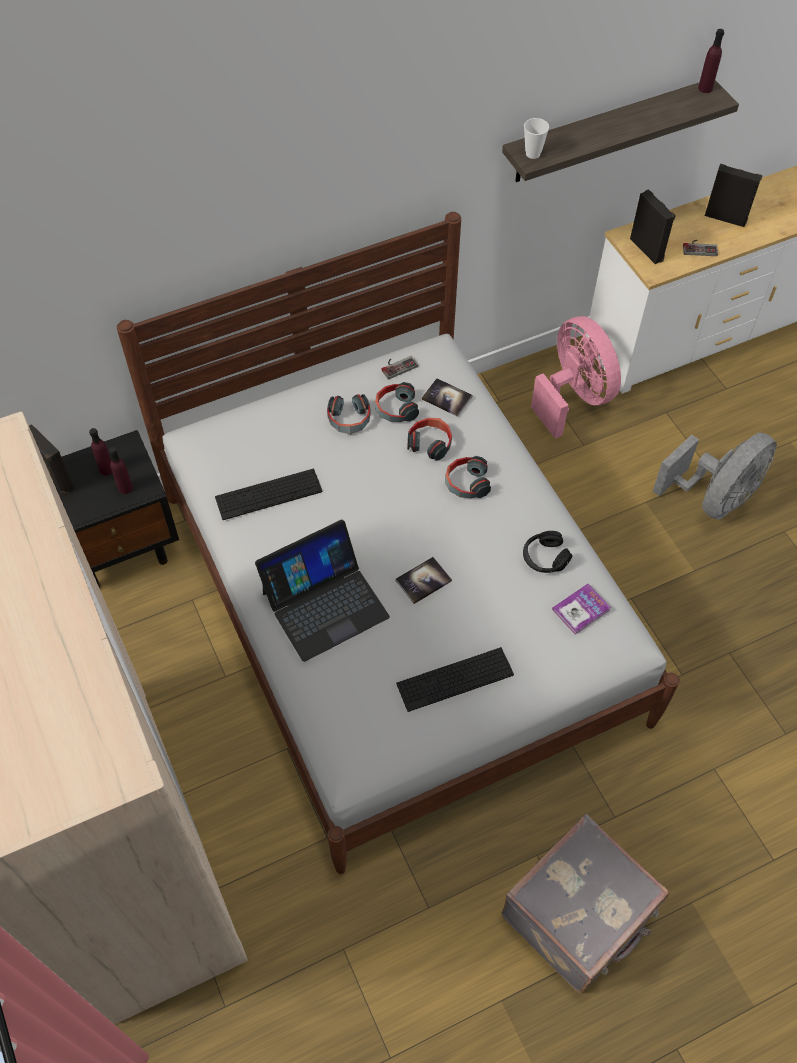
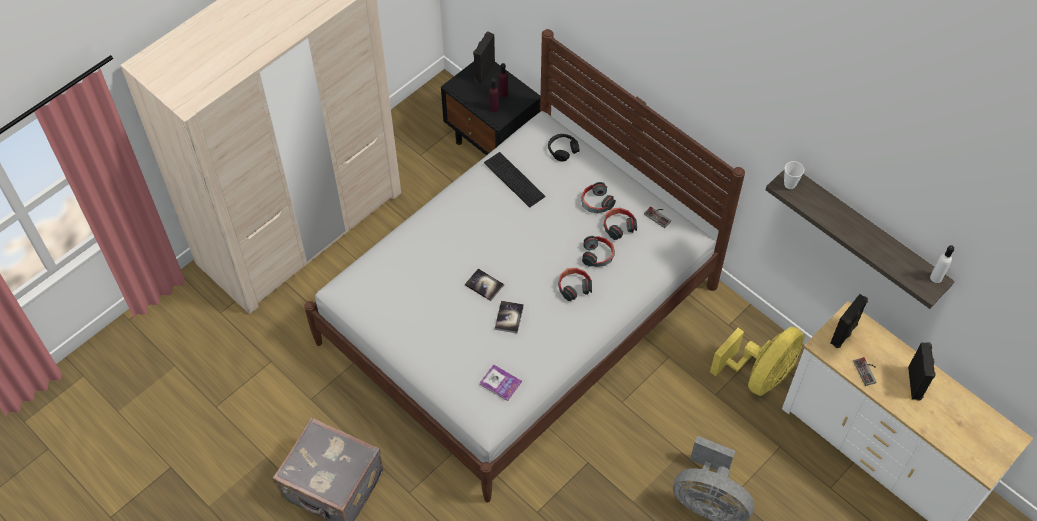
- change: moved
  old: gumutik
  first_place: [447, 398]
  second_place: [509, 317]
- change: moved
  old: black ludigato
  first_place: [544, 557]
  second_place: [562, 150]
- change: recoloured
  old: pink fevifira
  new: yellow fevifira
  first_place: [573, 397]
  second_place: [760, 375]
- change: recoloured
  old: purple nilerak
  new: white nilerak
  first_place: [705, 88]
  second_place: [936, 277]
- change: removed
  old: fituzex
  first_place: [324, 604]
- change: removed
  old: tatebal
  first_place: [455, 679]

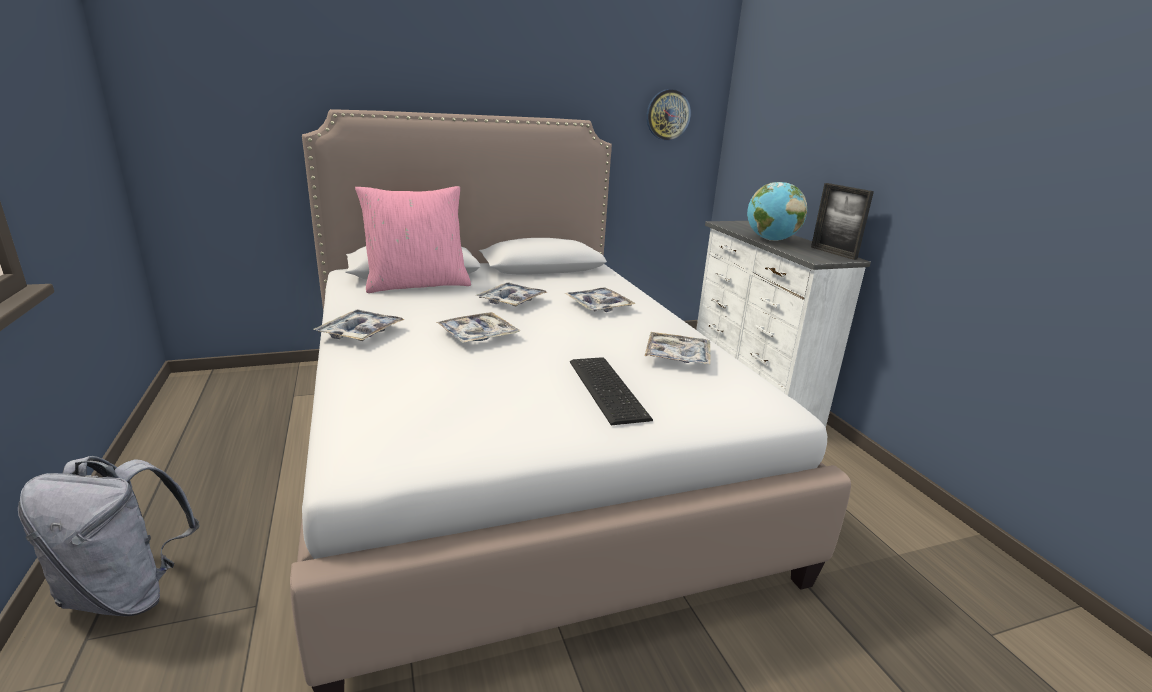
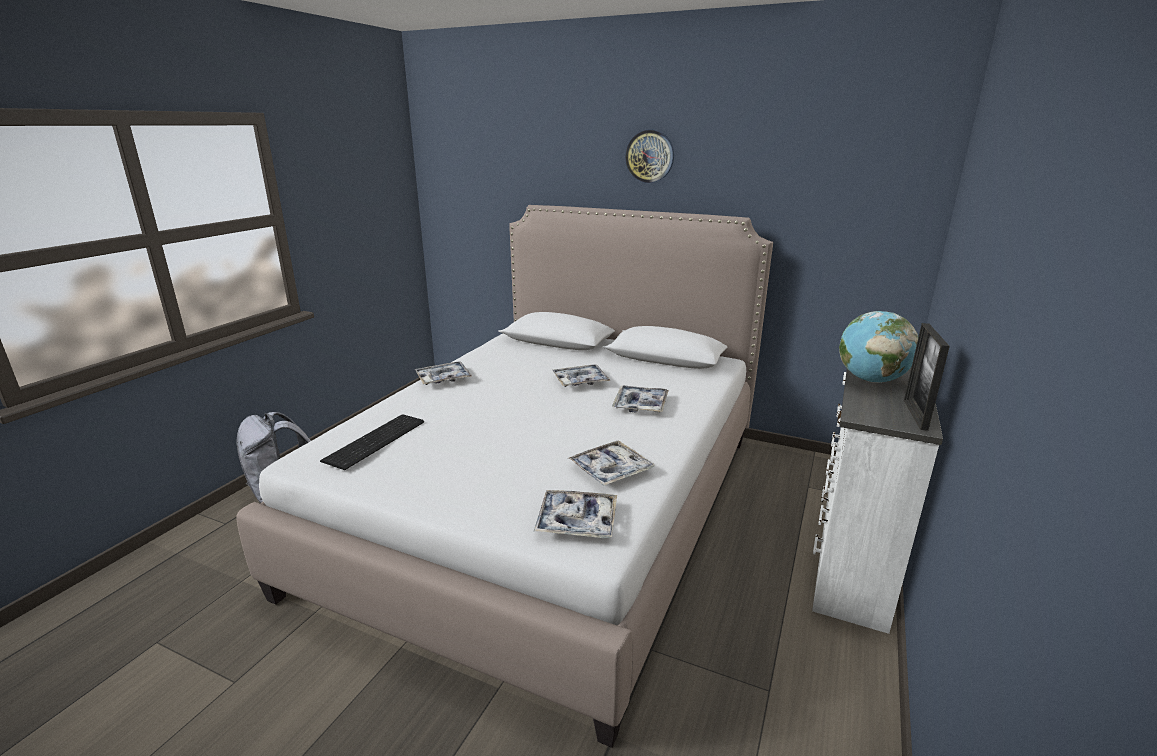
- change: moved
  old: tatebal
  first_place: [609, 388]
  second_place: [377, 440]
- change: moved
  old: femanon
  first_place: [478, 335]
  second_place: [576, 521]
- change: moved
  old: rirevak
  first_place: [668, 115]
  second_place: [649, 156]
- change: removed
  old: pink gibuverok
  first_place: [417, 284]

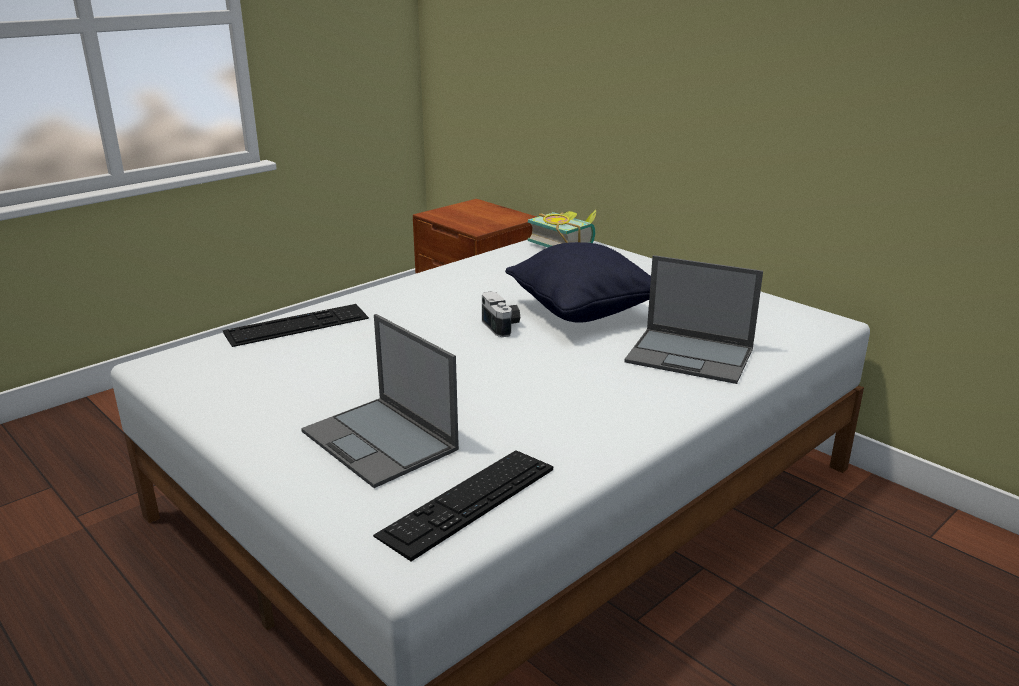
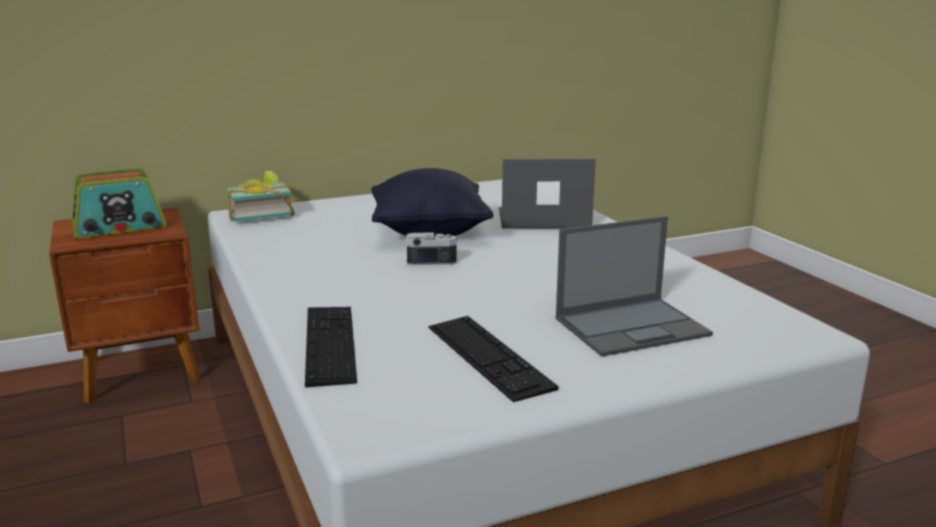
- change: added
  new: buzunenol
  second_place: [119, 226]
- change: moved
  old: tatebal
  first_place: [468, 501]
  second_place: [488, 356]
- change: turned
  old: fituzex
  first_place: [691, 356]
  second_place: [542, 219]
  degrees: -135

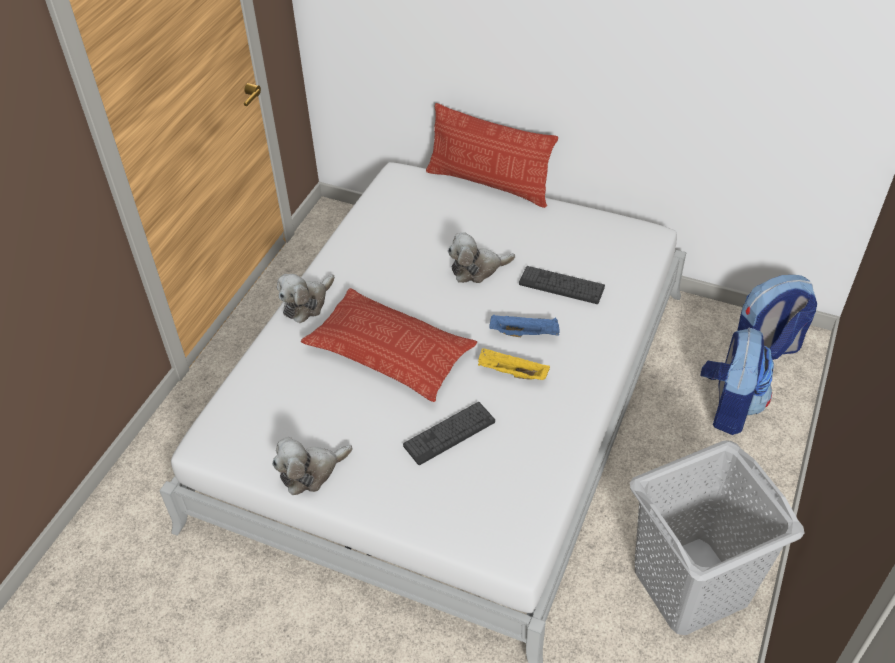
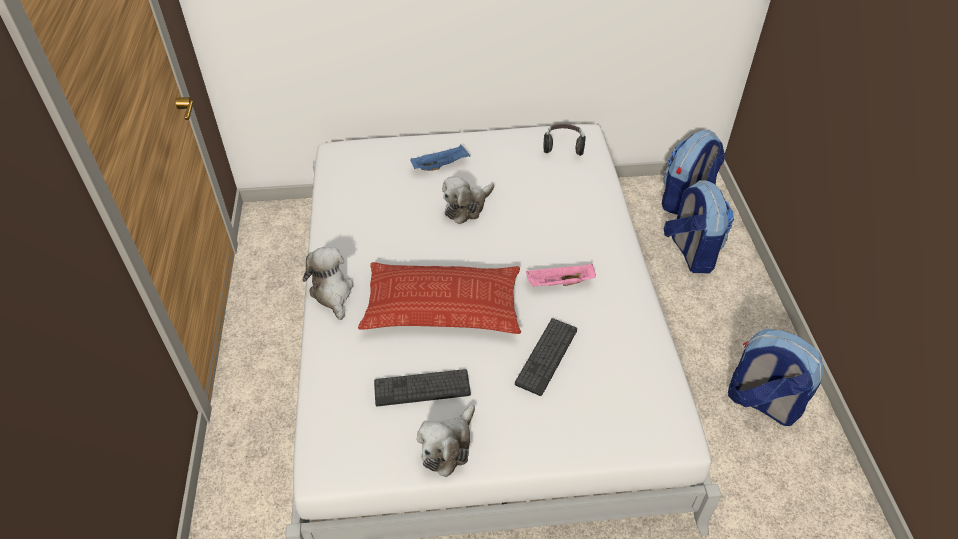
- change: turned
  old: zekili
  first_place: [307, 303]
  second_place: [332, 293]
  degrees: 150
- change: moved
  old: tatebal
  first_place: [561, 285]
  second_place: [422, 388]
- change: moved
  old: blue femanon
  first_place: [525, 333]
  second_place: [441, 165]
- change: recoloured
  old: yellow femanon
  new: pink femanon
  first_place: [511, 373]
  second_place: [559, 283]
- change: added
  new: ludigato
  second_place: [563, 146]
- change: replaced
  old: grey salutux
  new: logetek
  first_place: [689, 585]
  second_place: [761, 402]
- change: removed
  old: gibuverok
  first_place: [489, 184]

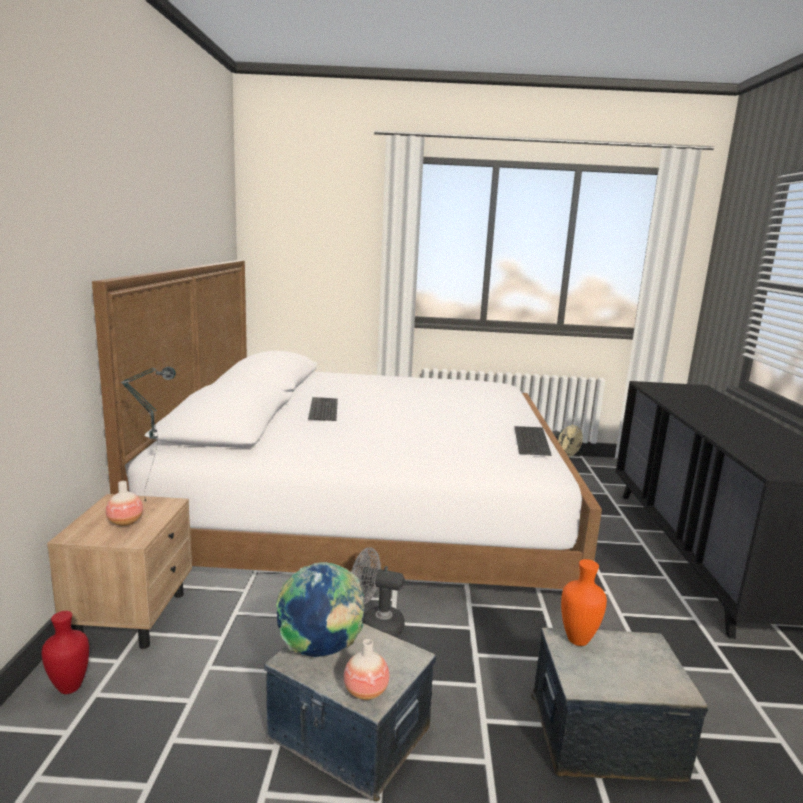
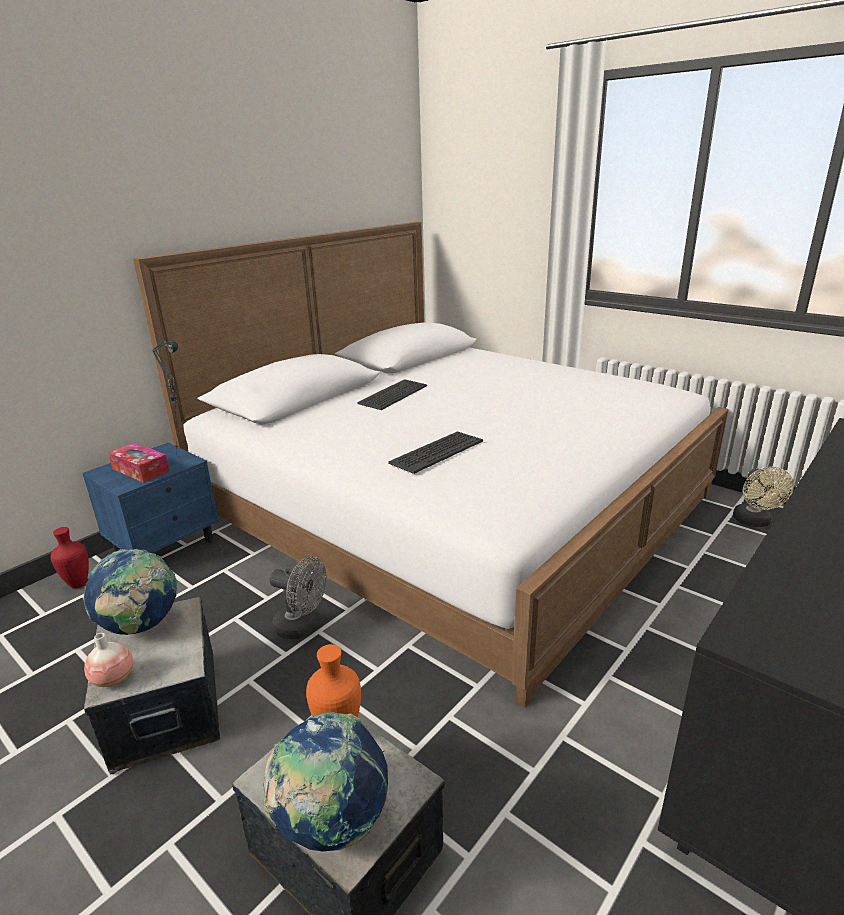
- change: recoloured
  old: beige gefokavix
  new: blue gefokavix
  first_place: [133, 615]
  second_place: [166, 546]
- change: replaced
  old: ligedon
  new: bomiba
  first_place: [125, 522]
  second_place: [140, 470]
- change: added
  new: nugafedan
  second_place: [332, 822]
- change: turned
  old: grey fevifira
  first_place: [375, 625]
  second_place: [302, 627]
  degrees: 150
- change: moved
  old: tatebal
  first_place: [530, 441]
  second_place: [436, 452]

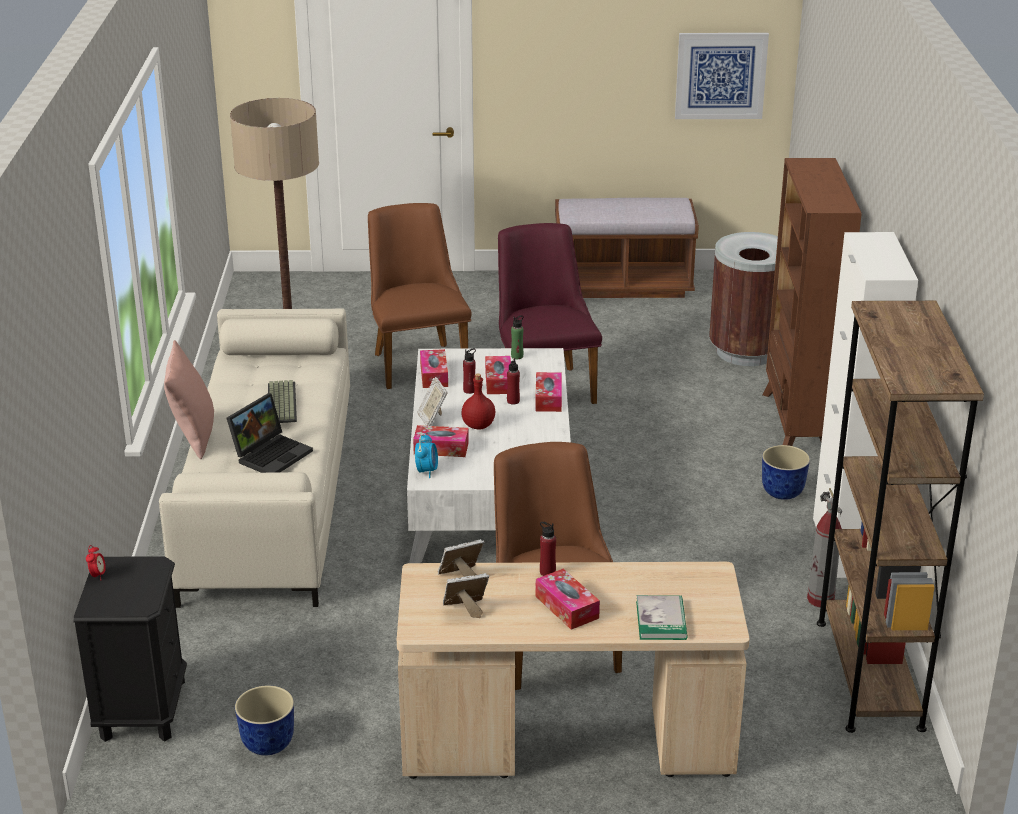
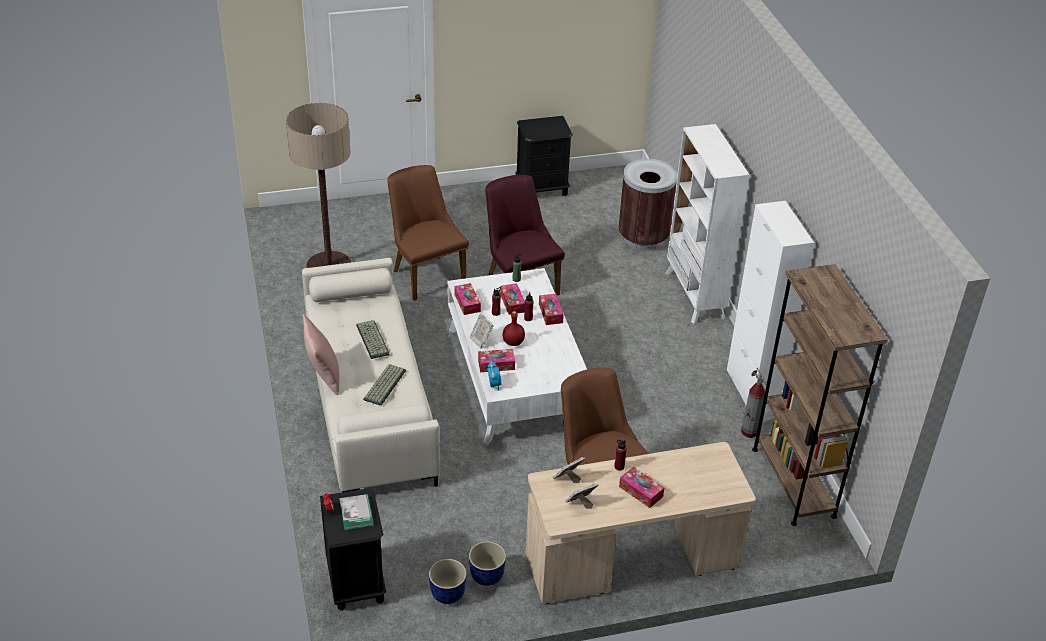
- change: moved
  old: gumutik
  first_place: [661, 620]
  second_place: [356, 513]
- change: replaced
  old: fituzex
  new: tatebal
  first_place: [271, 454]
  second_place: [384, 384]
- change: moved
  old: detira
  first_place: [783, 493]
  second_place: [487, 577]
- change: replaced
  old: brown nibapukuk
  new: black gefokavix
  first_place: [622, 285]
  second_place: [542, 189]
- change: recoloured
  old: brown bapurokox
  new: white bapurokox
  first_place: [796, 424]
  second_place: [694, 295]
- change: removed
  old: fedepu
  first_place: [720, 75]

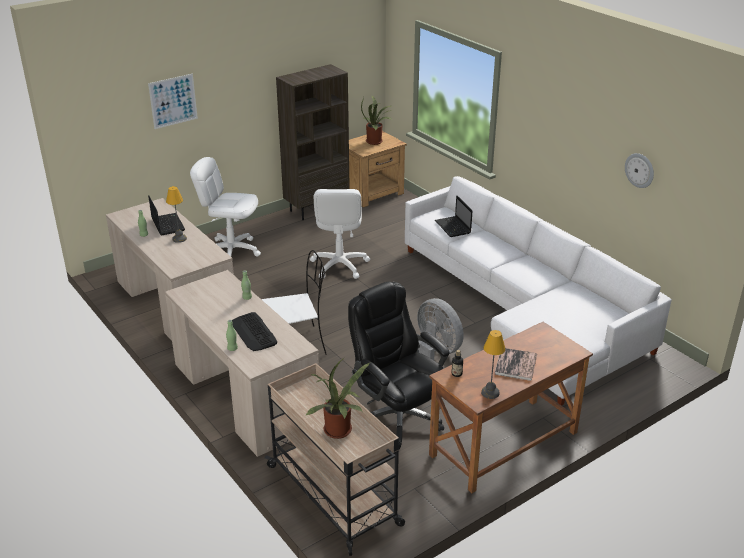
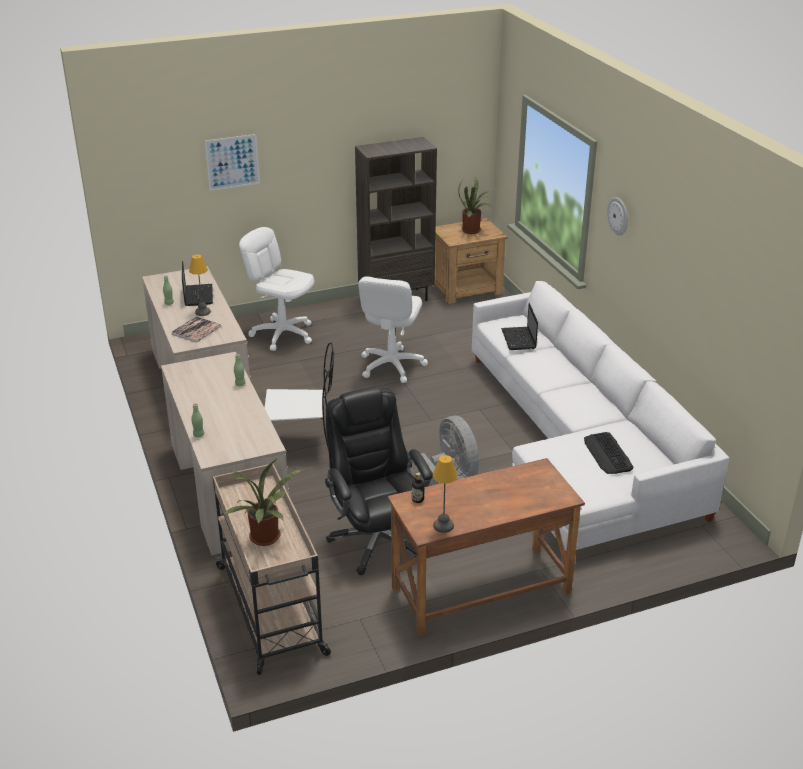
- change: moved
  old: gumutik
  first_place: [516, 365]
  second_place: [196, 330]
- change: moved
  old: tatebal
  first_place: [254, 332]
  second_place: [607, 454]
- change: moved
  old: rirevak
  first_place: [639, 170]
  second_place: [618, 216]

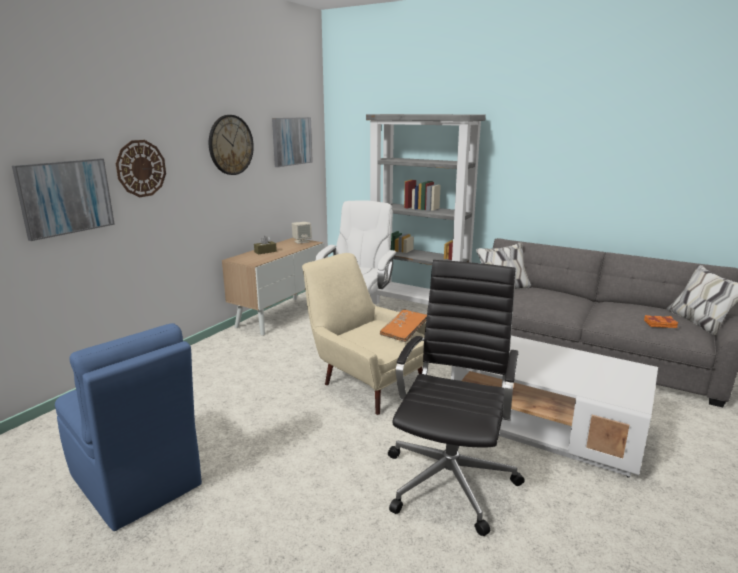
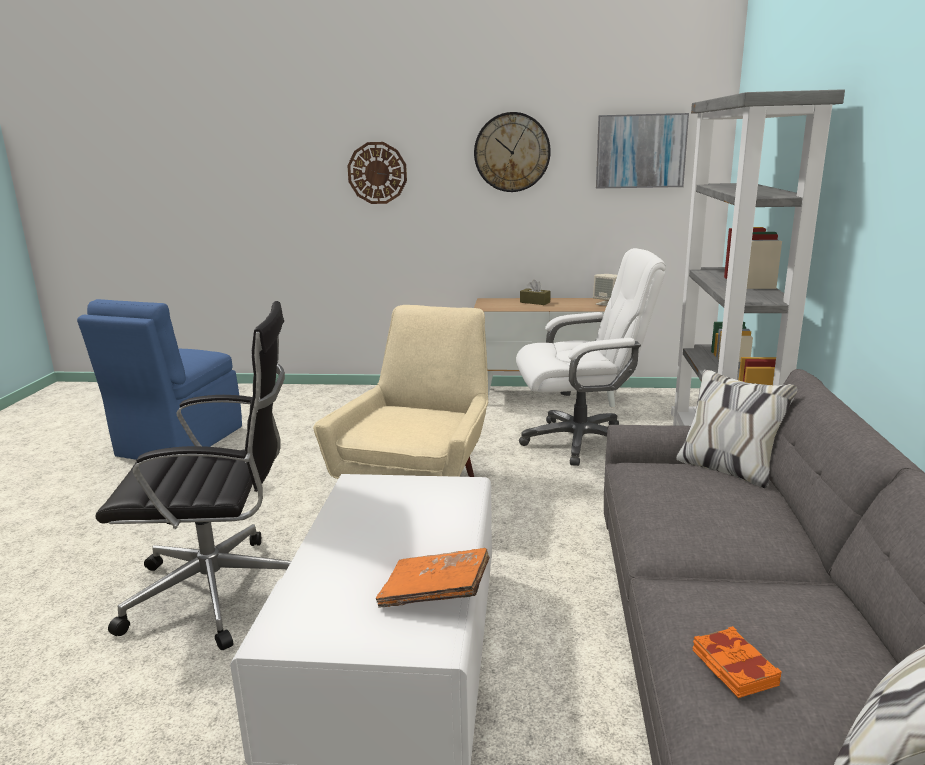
- change: moved
  old: orange gumutik
  first_place: [404, 332]
  second_place: [435, 593]
- change: removed
  old: fedepu
  first_place: [66, 197]

